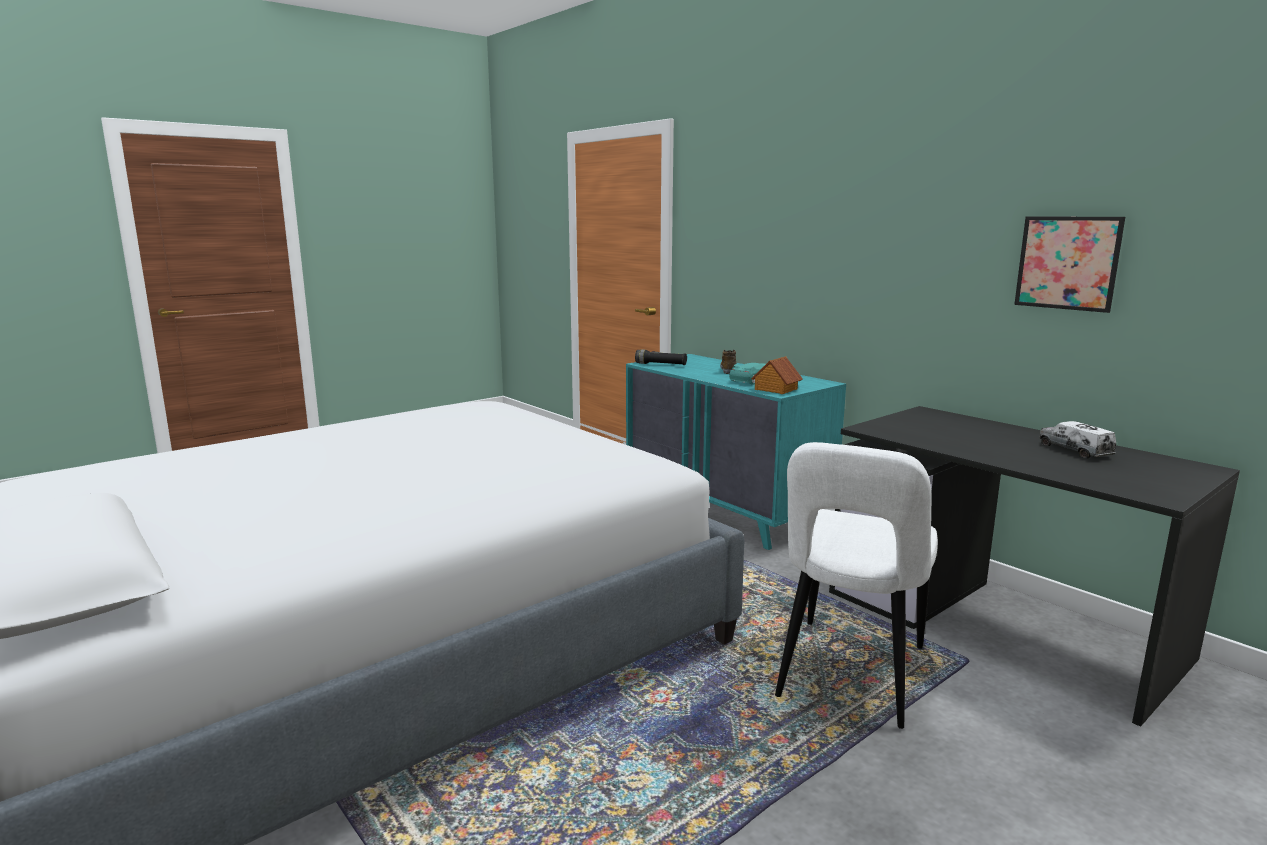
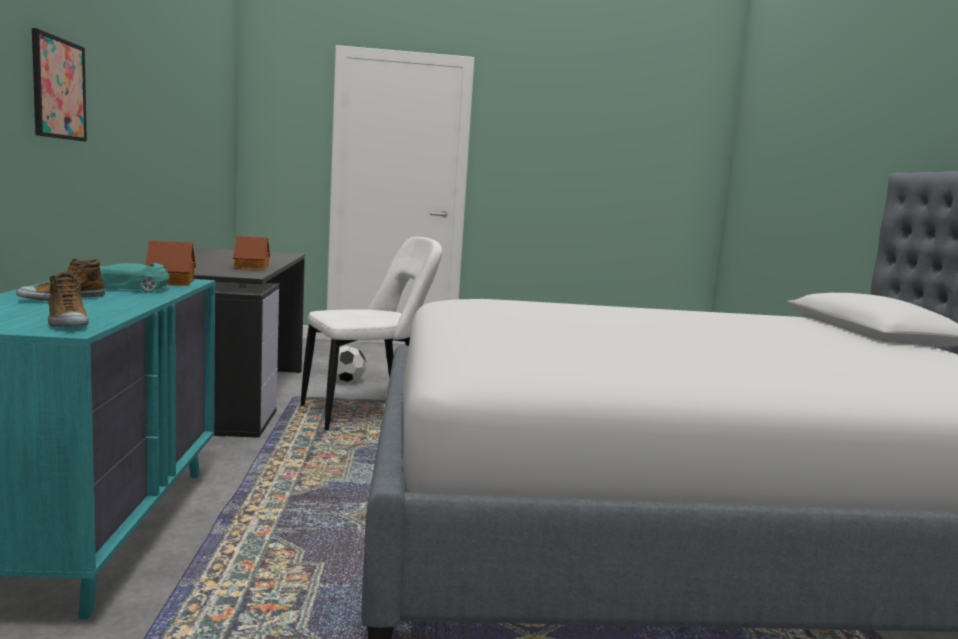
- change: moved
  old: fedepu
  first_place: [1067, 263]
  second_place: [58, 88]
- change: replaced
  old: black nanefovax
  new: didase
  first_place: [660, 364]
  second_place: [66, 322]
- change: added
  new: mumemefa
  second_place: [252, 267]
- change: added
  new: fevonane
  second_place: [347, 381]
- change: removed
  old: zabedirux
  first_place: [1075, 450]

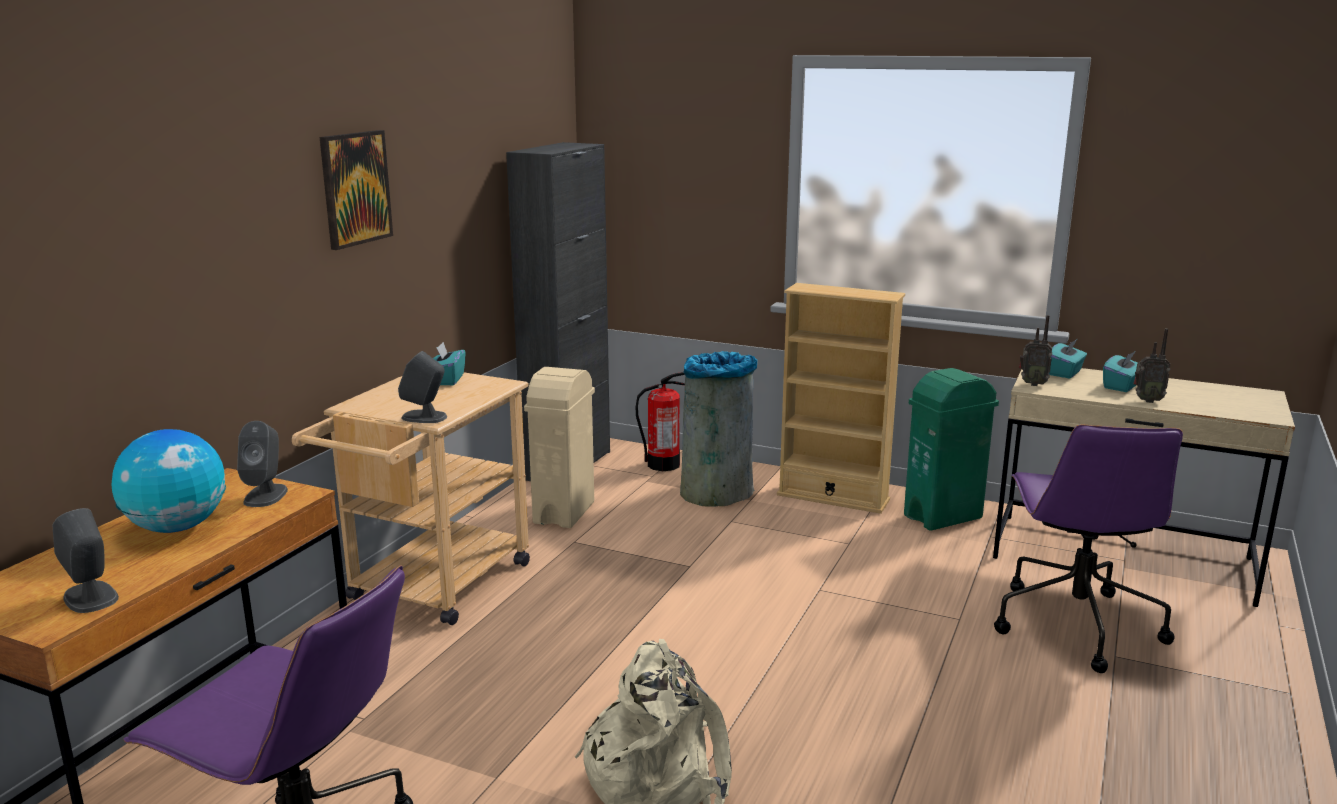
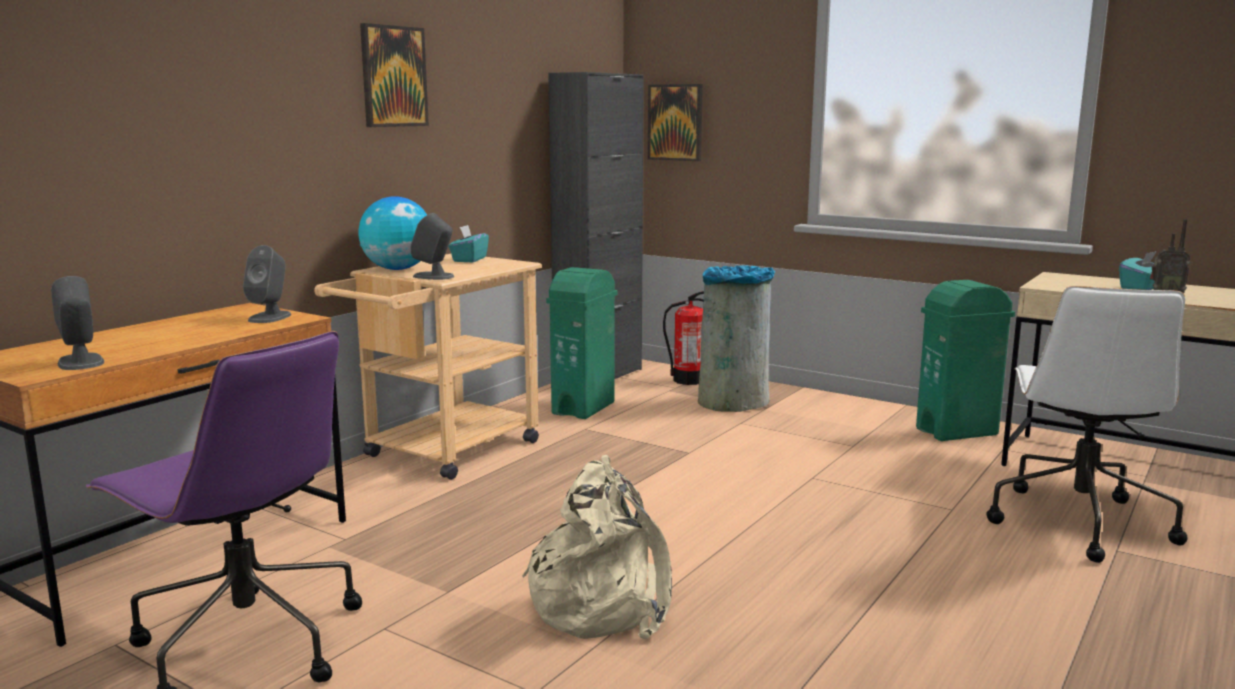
- change: moved
  old: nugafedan
  first_place: [177, 527]
  second_place: [398, 269]
- change: recoloured
  old: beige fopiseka
  new: green fopiseka
  first_place: [565, 512]
  second_place: [584, 408]
- change: added
  new: fedepu
  second_place: [675, 122]
- change: recoloured
  old: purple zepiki
  new: white zepiki
  first_place: [1074, 624]
  second_place: [1077, 522]
- change: removed
  old: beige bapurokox
  first_place: [833, 497]
- change: removed
  old: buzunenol
  first_place: [1032, 384]
- change: removed
  old: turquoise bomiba
  first_place: [1065, 373]

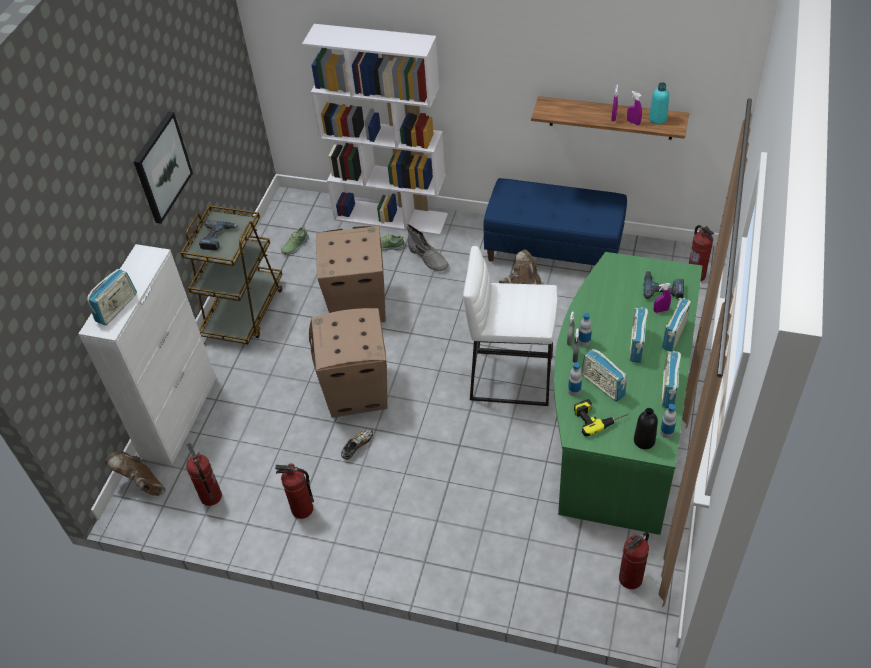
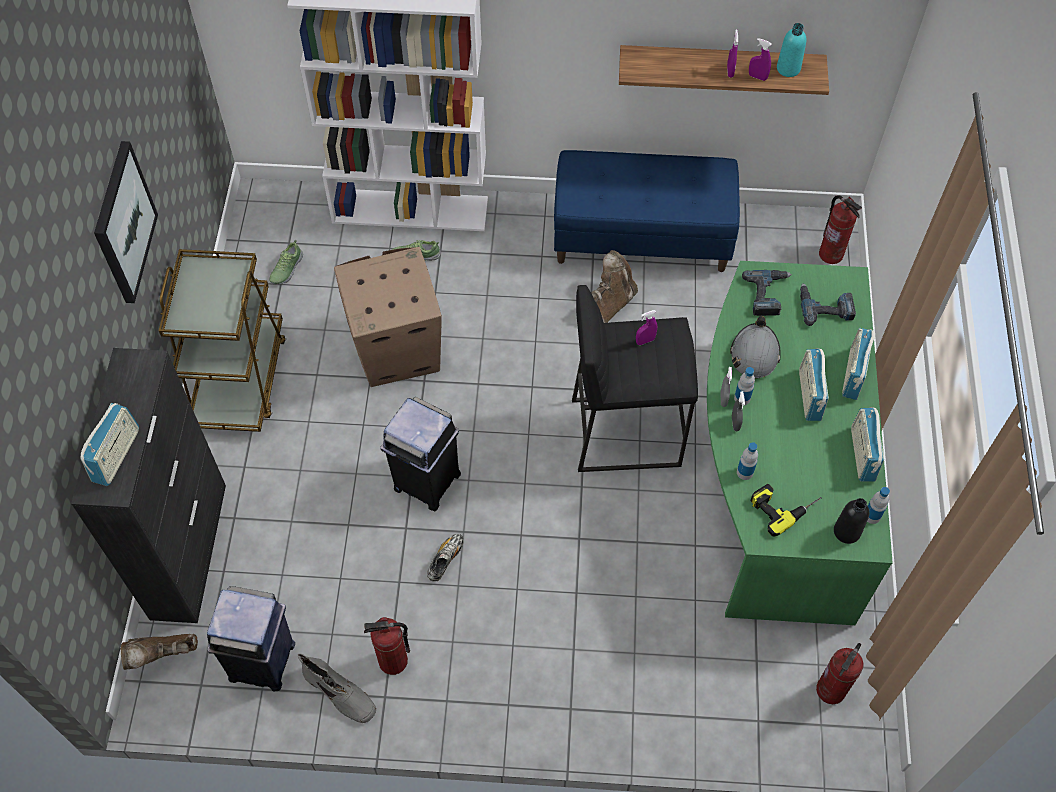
- change: recoloured
  old: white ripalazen
  new: black ripalazen
  first_place: [180, 416]
  second_place: [189, 550]
- change: turned
  old: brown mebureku
  first_place: [142, 484]
  second_place: [163, 657]
  degrees: -45
- change: replaced
  old: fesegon
  new: blue fopiseka
  first_place: [210, 496]
  second_place: [263, 662]
- change: moved
  old: grey mebureku
  first_place: [428, 258]
  second_place: [341, 693]
- change: replaced
  old: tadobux
  new: black fopiseka
  first_place: [357, 392]
  second_place: [426, 480]
- change: recoloured
  old: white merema
  new: black merema
  first_place: [511, 377]
  second_place: [625, 431]
- change: moved
  old: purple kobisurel
  first_place: [661, 310]
  second_place: [645, 341]
- change: added
  new: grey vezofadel
  second_place: [754, 354]
- change: moved
  old: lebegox
  first_place: [218, 237]
  second_place: [768, 294]
- change: removed
  old: buzunenol
  first_place: [603, 385]

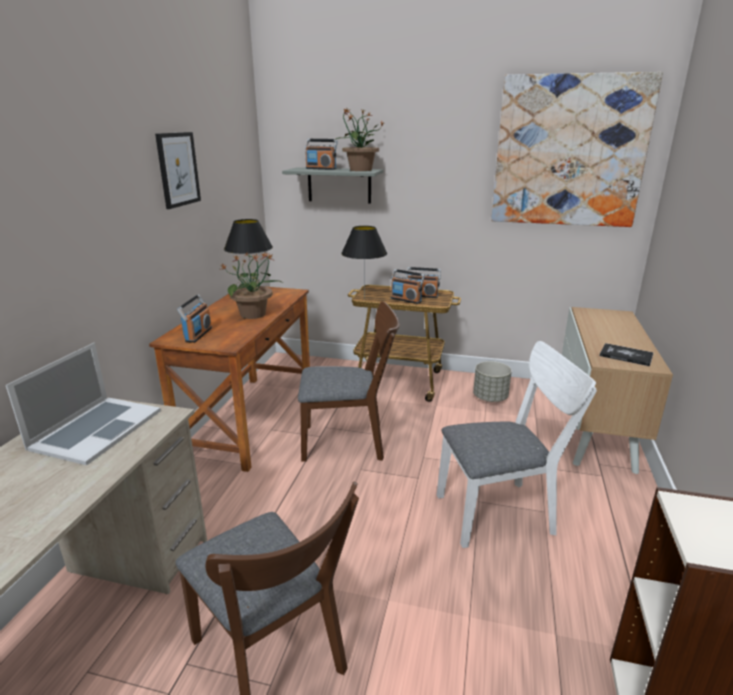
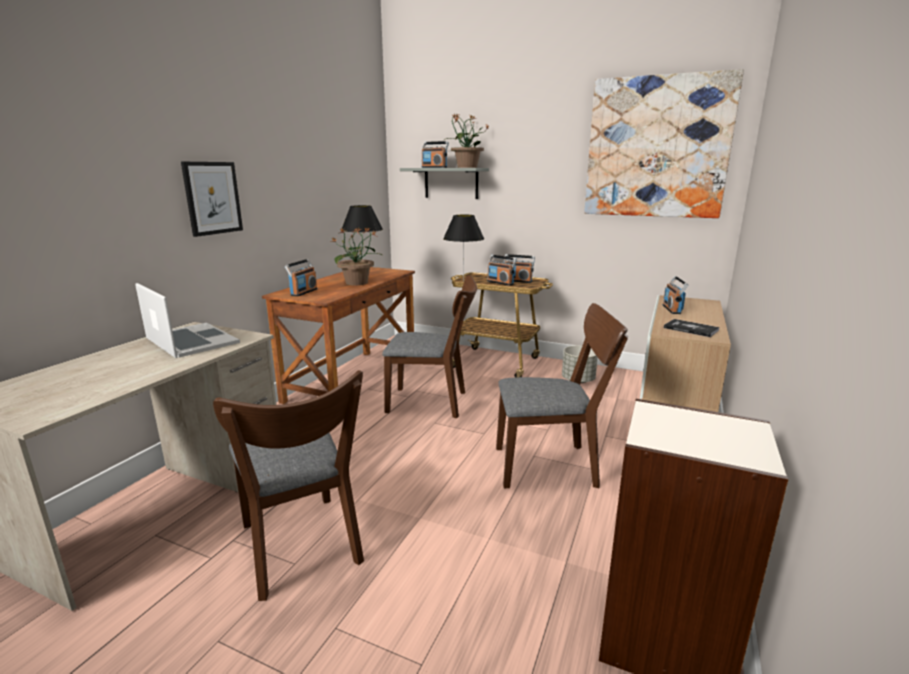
- change: turned
  old: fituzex
  first_place: [96, 429]
  second_place: [191, 340]
  degrees: -75
- change: moved
  old: fedepu
  first_place: [178, 169]
  second_place: [212, 198]
- change: recoloured
  old: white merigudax
  new: brown merigudax
  first_place: [502, 512]
  second_place: [553, 466]
- change: added
  new: buzunenol
  second_place: [672, 309]

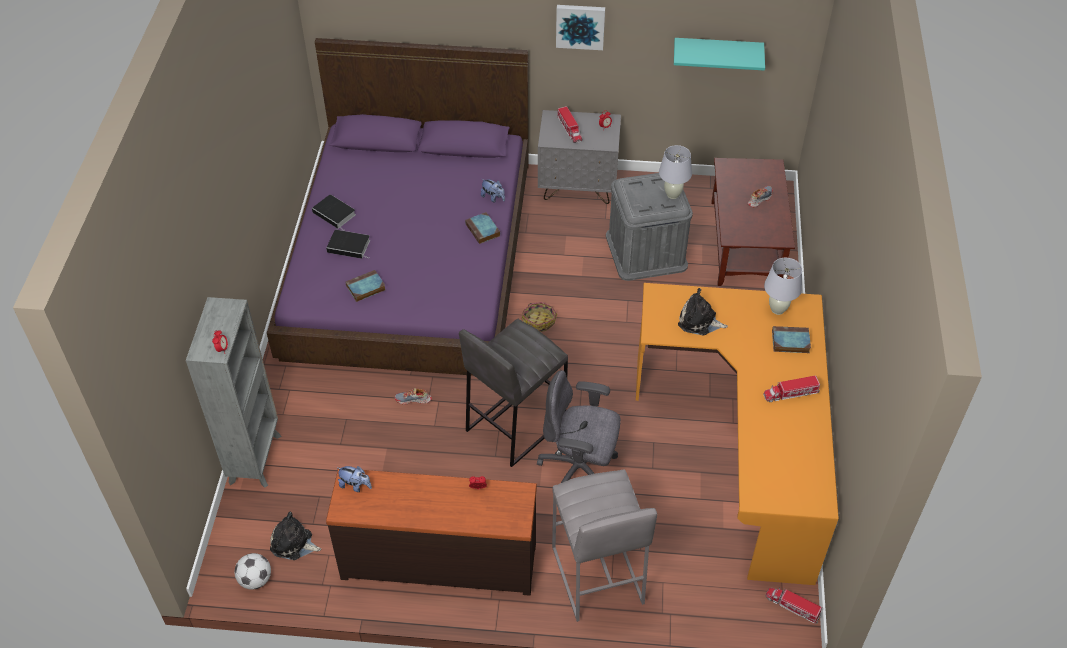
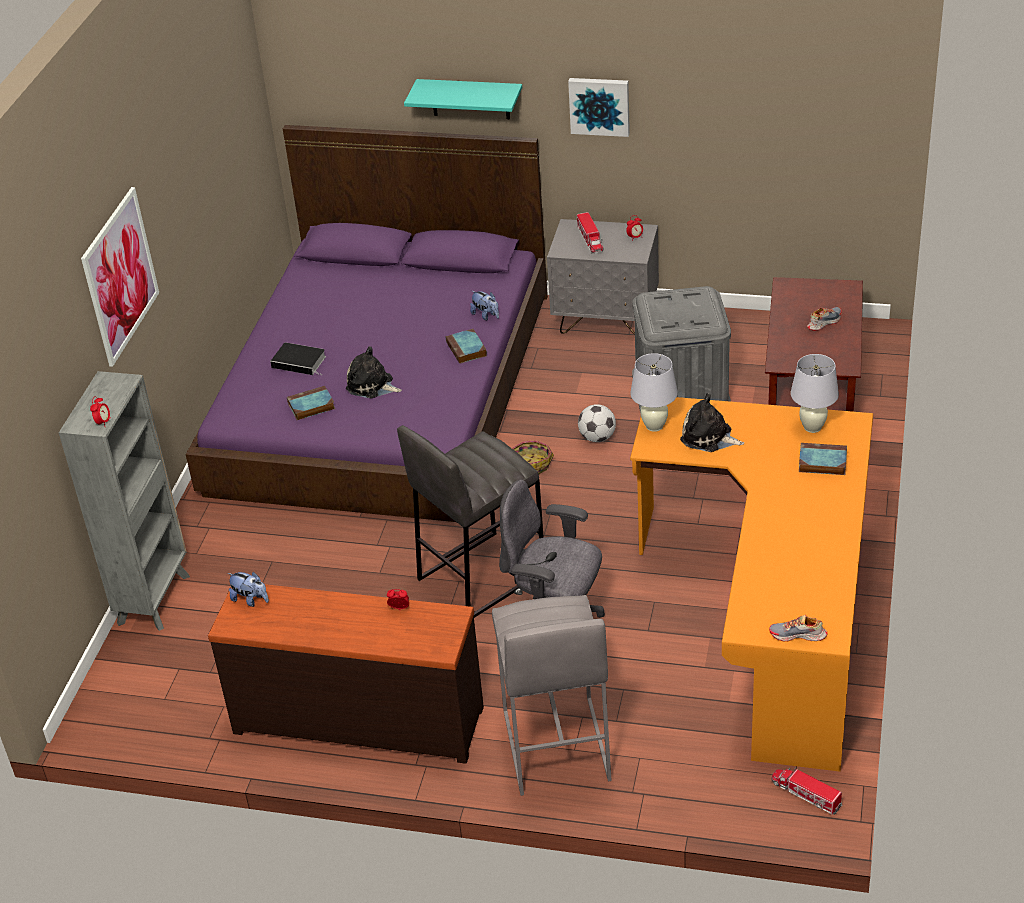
- change: added
  new: fedepu
  second_place: [120, 276]
- change: moved
  old: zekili
  first_place: [293, 544]
  second_place: [372, 386]
- change: moved
  old: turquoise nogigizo
  first_place: [717, 53]
  second_place: [470, 99]
- change: moved
  old: fevonane
  first_place: [255, 580]
  second_place: [597, 438]
- change: moved
  old: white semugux
  first_place: [673, 194]
  second_place: [654, 426]
- change: moved
  old: didase
  first_place: [413, 400]
  second_place: [798, 635]
- change: removed
  old: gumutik
  first_place: [335, 214]
- change: removed
  old: zabedirux
  first_place: [790, 393]

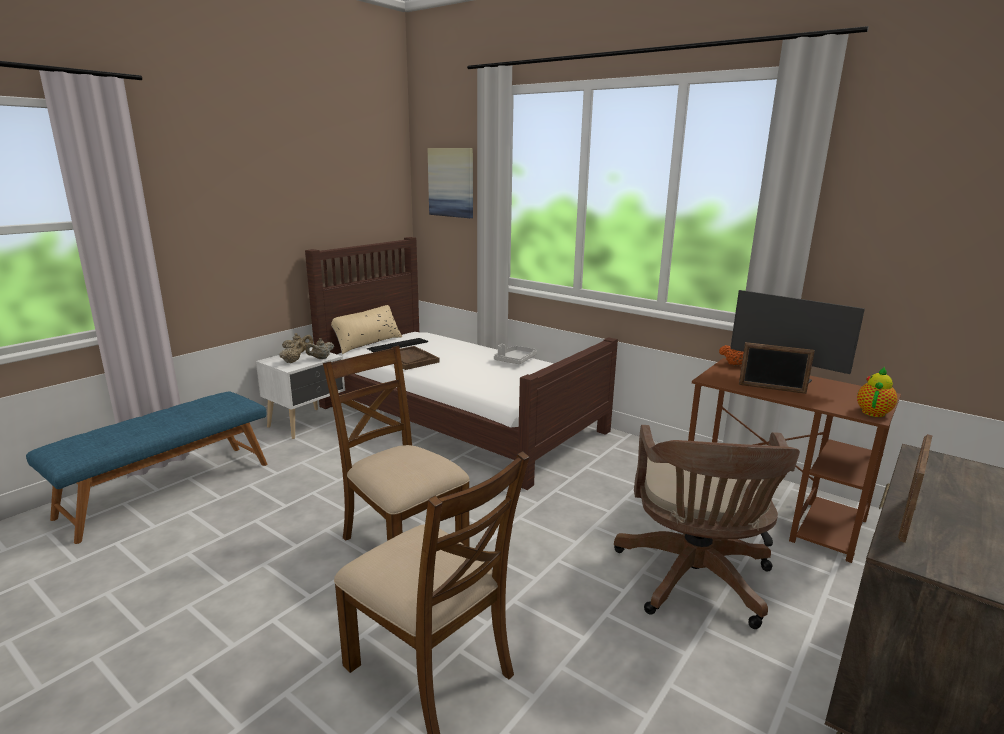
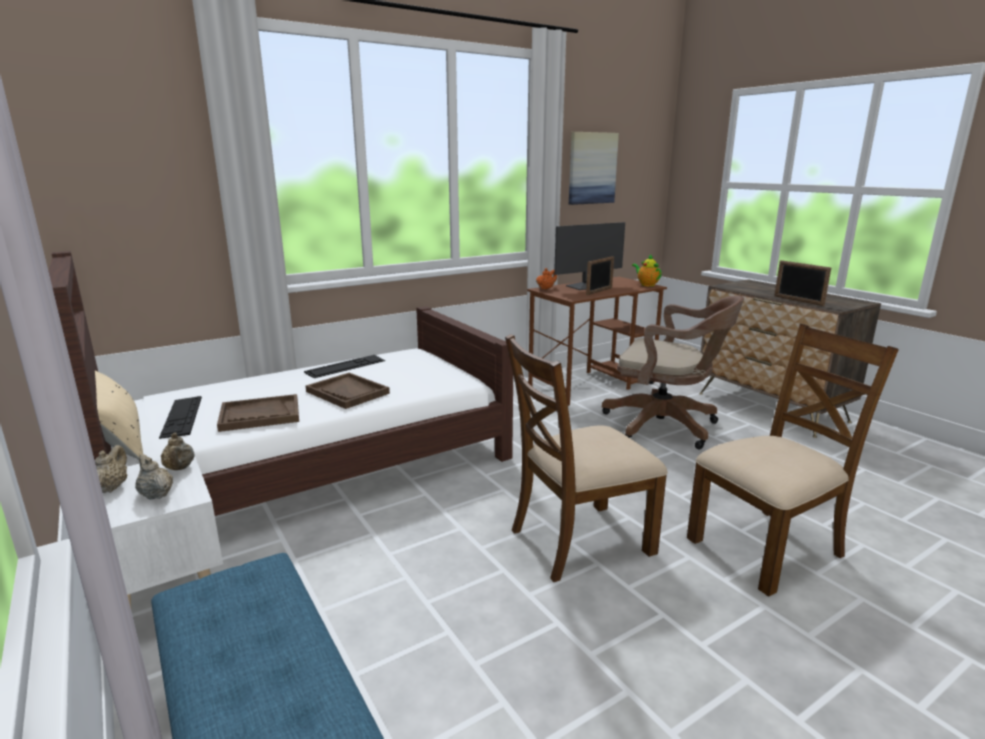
- change: replaced
  old: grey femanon
  new: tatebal
  first_place: [515, 360]
  second_place: [345, 366]
- change: added
  new: brown femanon
  second_place: [348, 392]
- change: moved
  old: fedepu
  first_place: [451, 182]
  second_place: [592, 168]

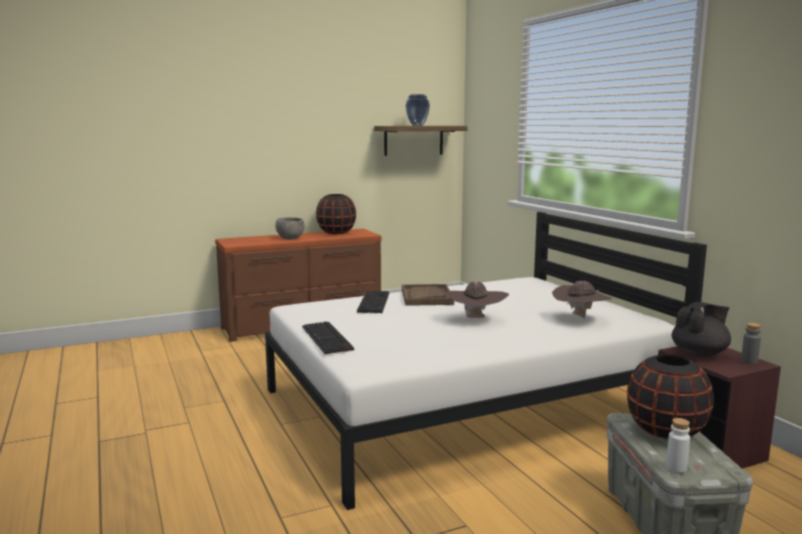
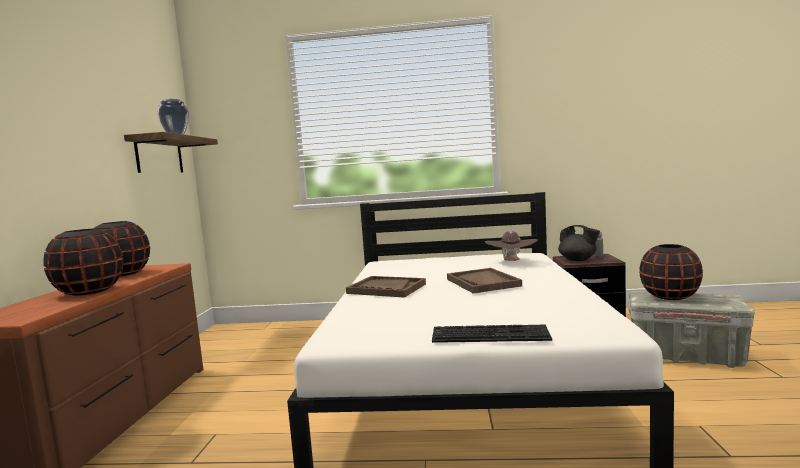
- change: replaced
  old: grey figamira
  new: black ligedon
  first_place: [290, 238]
  second_place: [89, 291]
- change: replaced
  old: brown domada
  new: brown femanon
  first_place: [475, 319]
  second_place: [483, 282]
- change: turned
  old: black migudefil
  first_place: [700, 353]
  second_place: [578, 260]
  degrees: 135
- change: removed
  old: tatebal
  first_place: [373, 302]
- change: removed
  old: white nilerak
  first_place: [676, 468]

